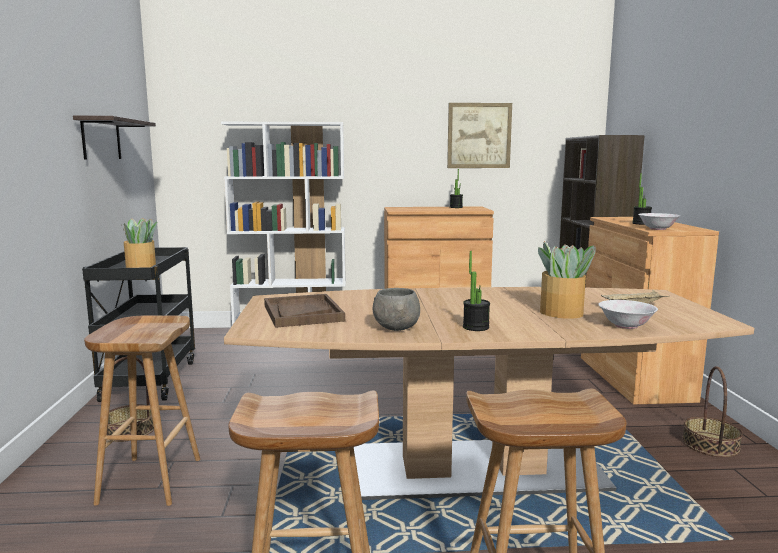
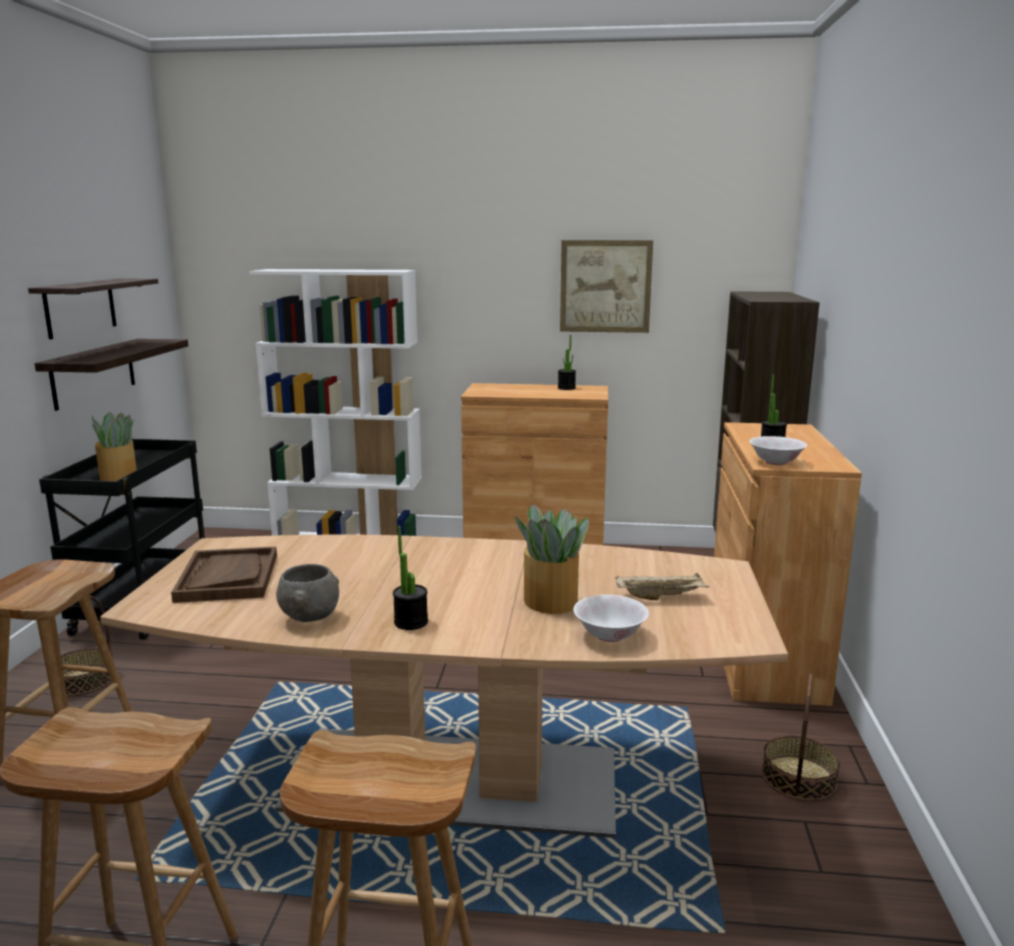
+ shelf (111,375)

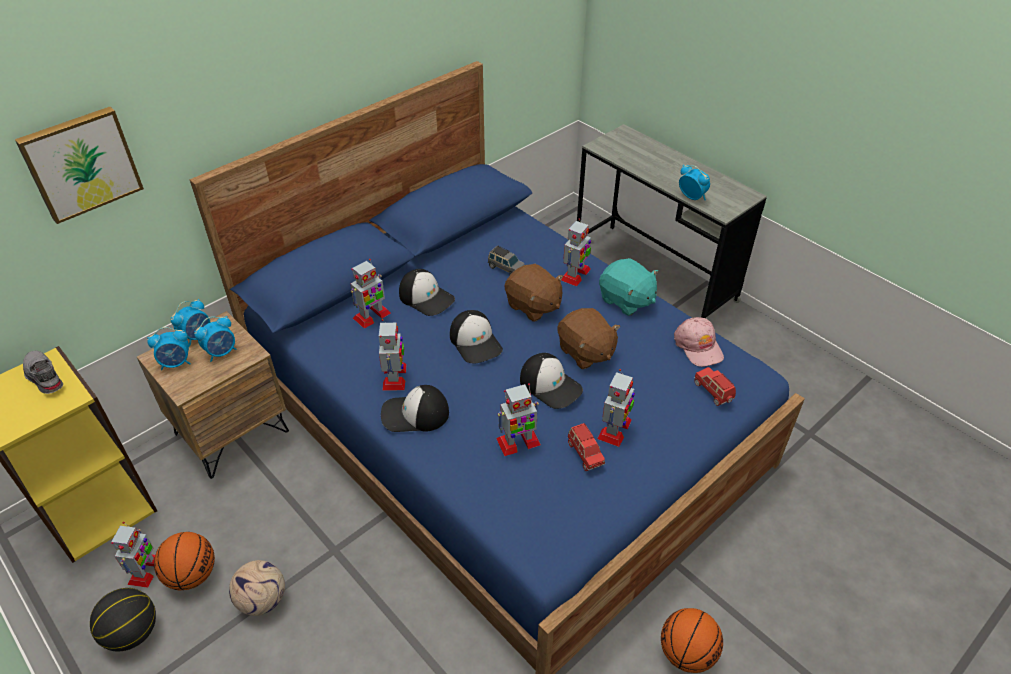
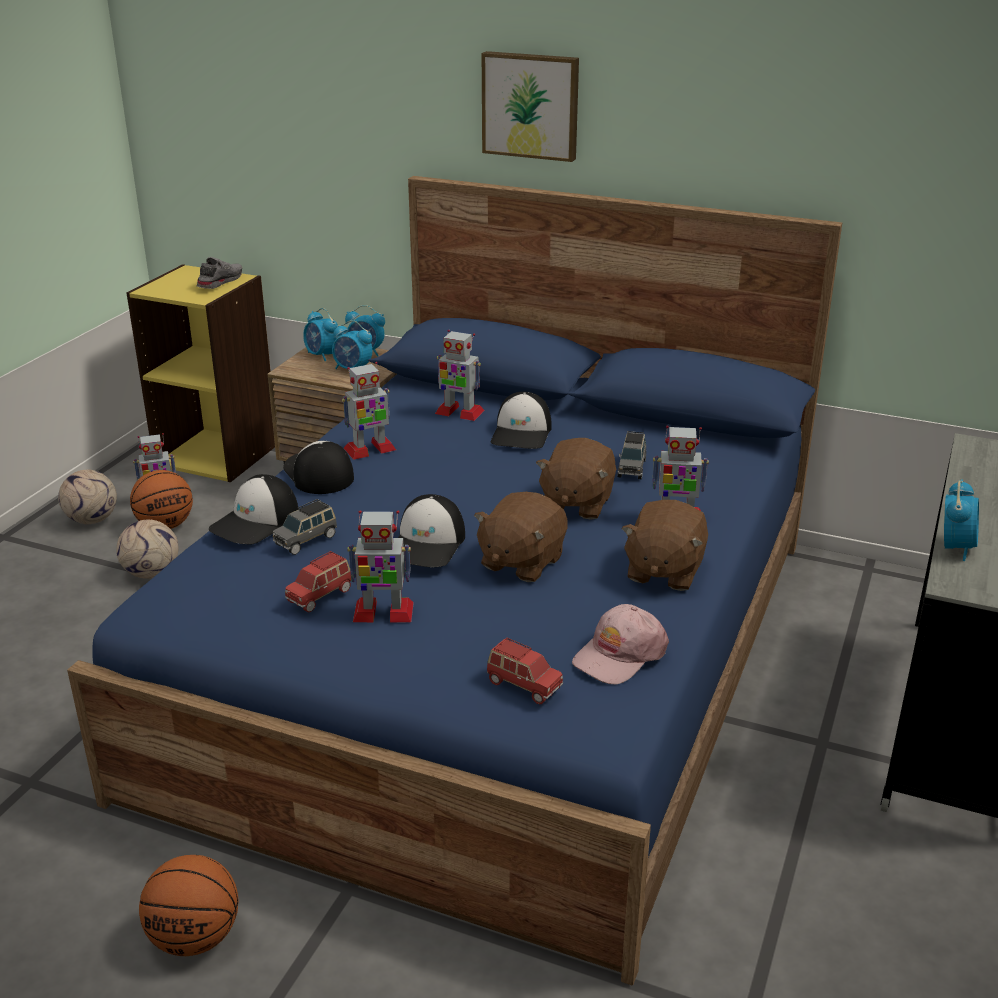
~ picture (79,165) to (530,106)
~ turquoise plush toy (629,287) to brown plush toy (664,545)
~ cap (476,336) to (253,509)
~ red toy car (715,386) = (525,671) 90 degrees clockwise
~ toy robot (518,419) to grey toy car (305,527)
~ basketball (123,619) to football (87,497)

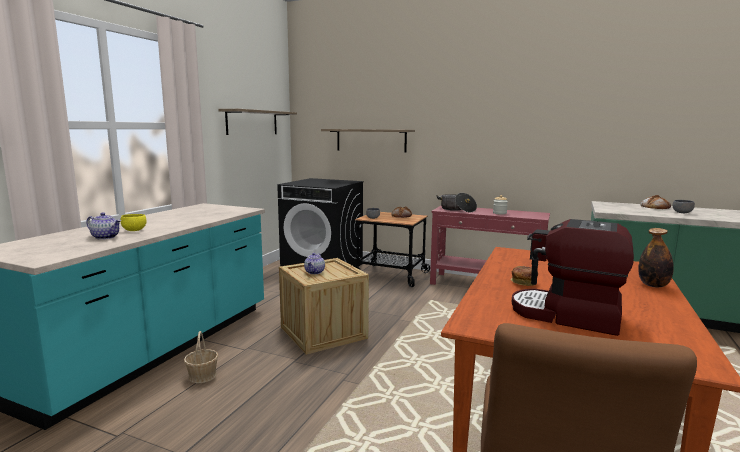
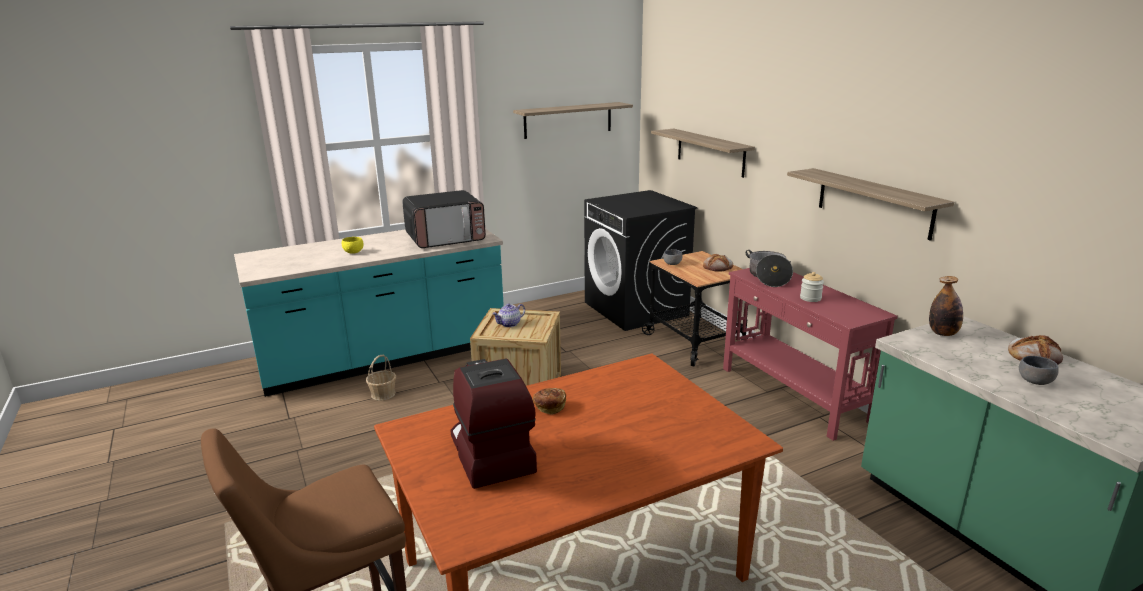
- teapot (103,226)
~ bottle (656,257) to (946,306)
+ shelf (870,204)
+ microwave (444,219)

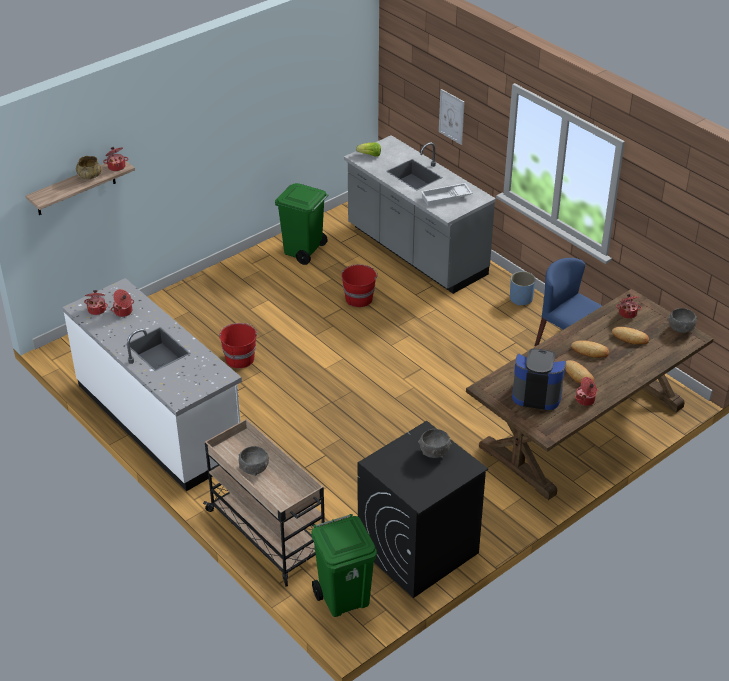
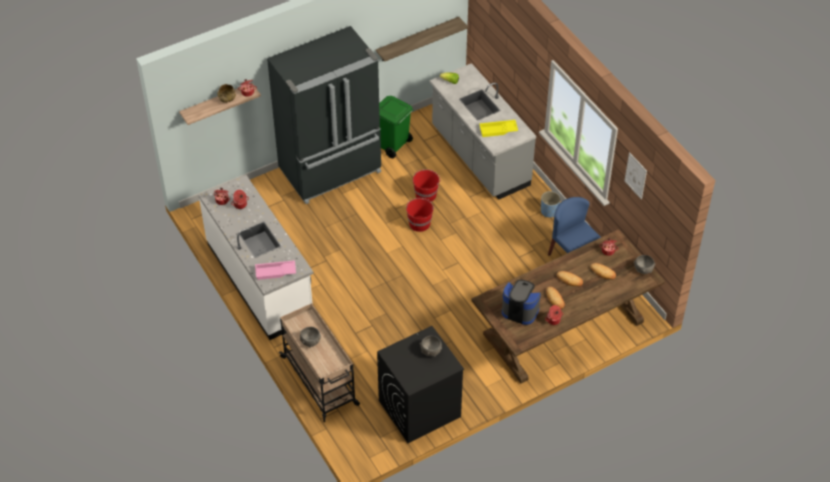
~ picture (451,117) to (635,175)
~ white tray (446,194) to yellow tray (498,128)
~ red bucket (238,345) to (420,215)
- green trash can (344,565)
+ shelf (422,39)
+ black fridge (324,115)
+ pink tray (275,270)

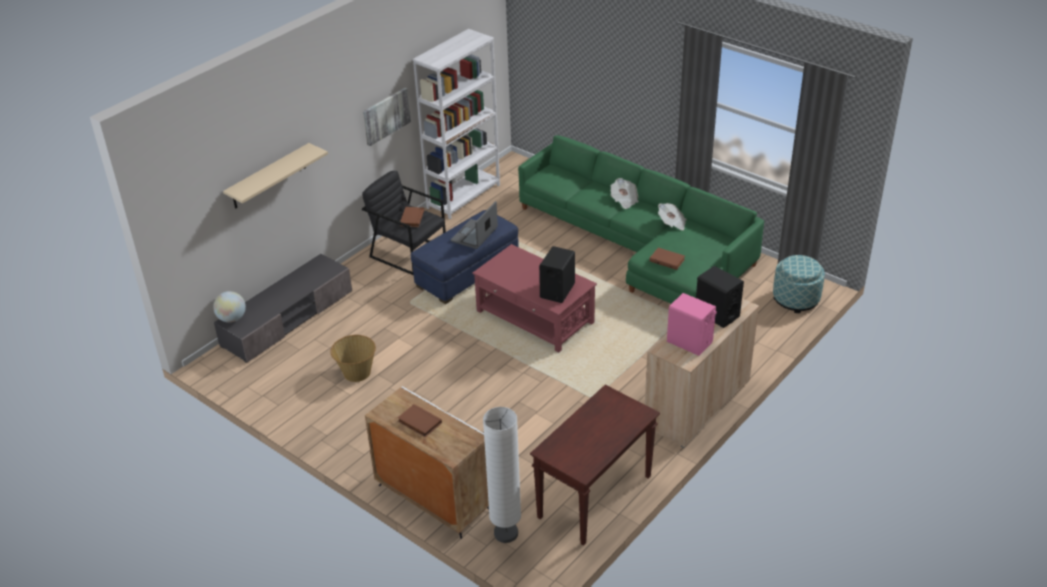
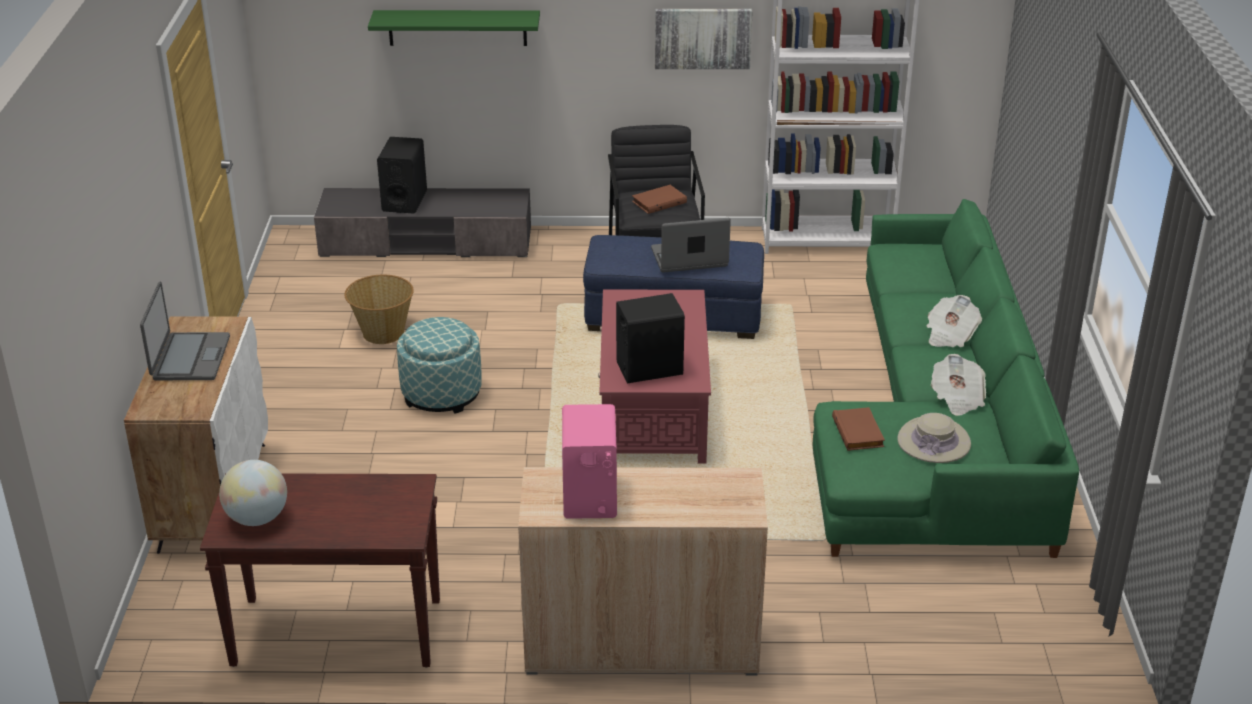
~ beige shelf (275,175) to green shelf (454,28)
~ ottoman (799,284) to (439,365)
~ black speaker (720,297) to (402,175)
~ globe (229,307) to (253,493)
~ brown book (420,420) to laptop (185,330)
- white floor lamp (502,475)
+ beige hat (934,438)

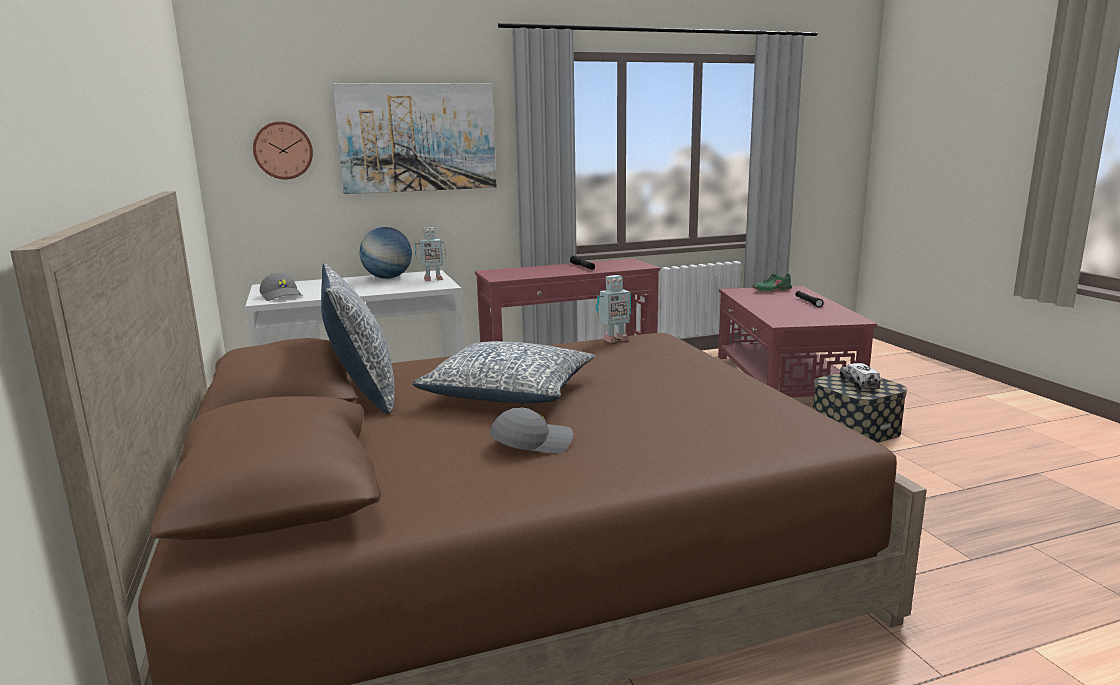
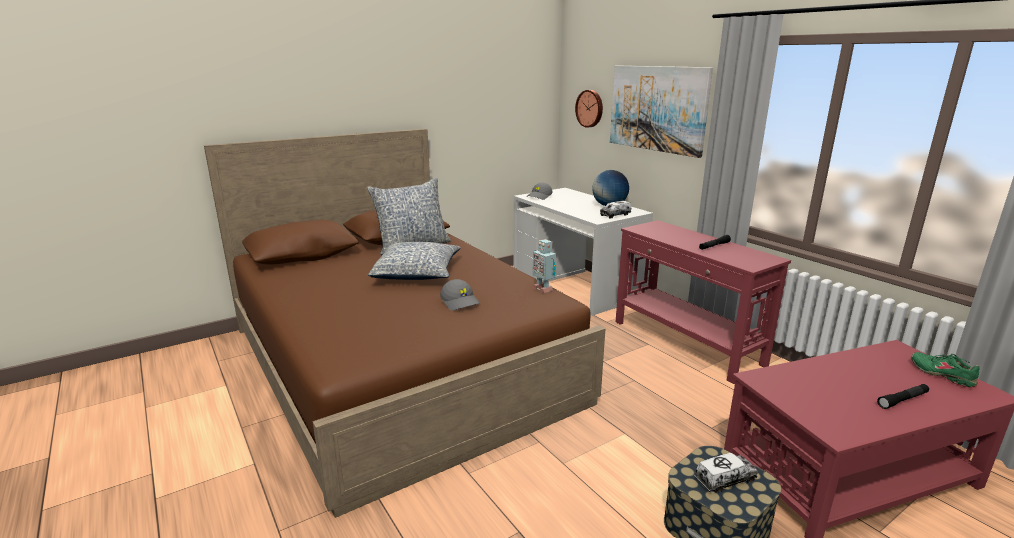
~ toy robot (430,254) to toy truck (615,210)
~ grey cap (531,430) to (460,295)

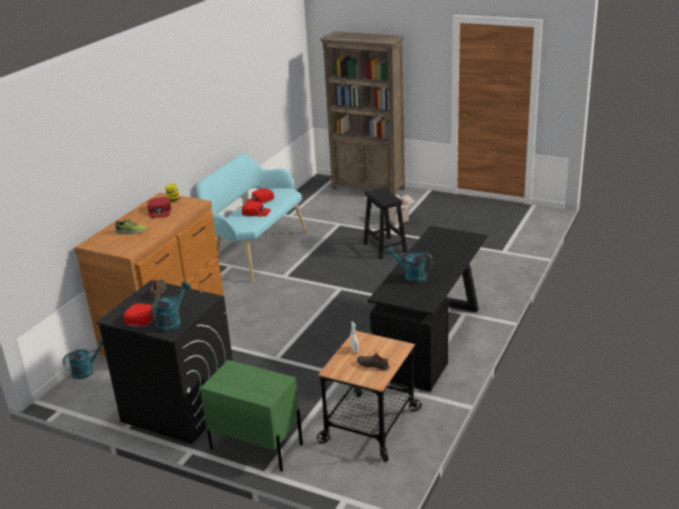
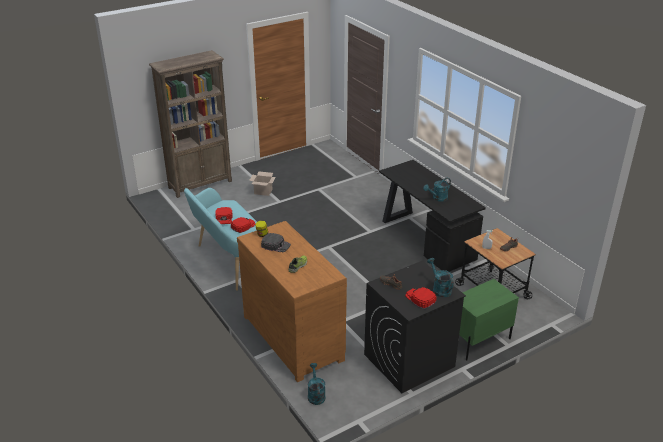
- black stool (385,223)
~ red cap (159,208) to black cap (276,243)

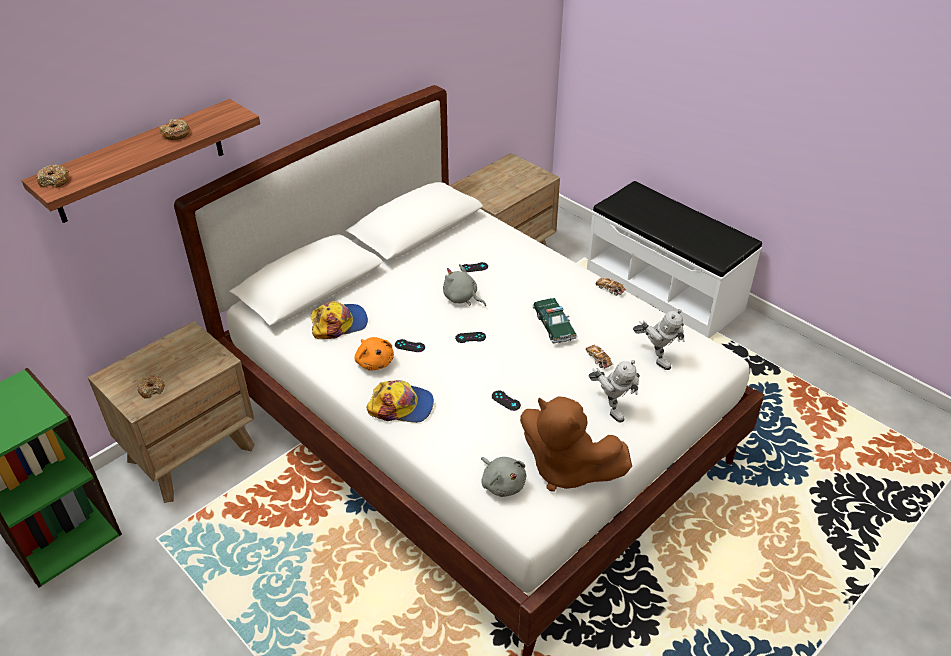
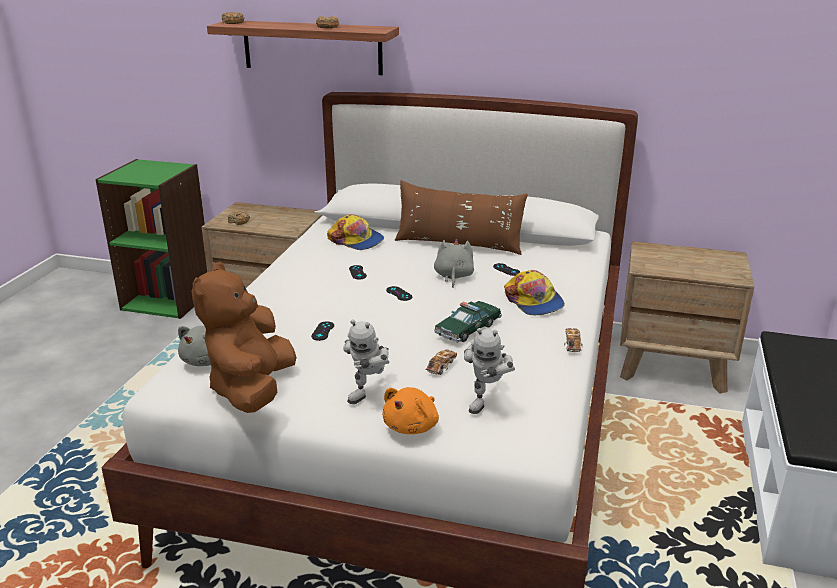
~ orange plush toy (374,354) to (410,410)
~ cap (400,401) to (534,292)
+ brown pillow (461,217)

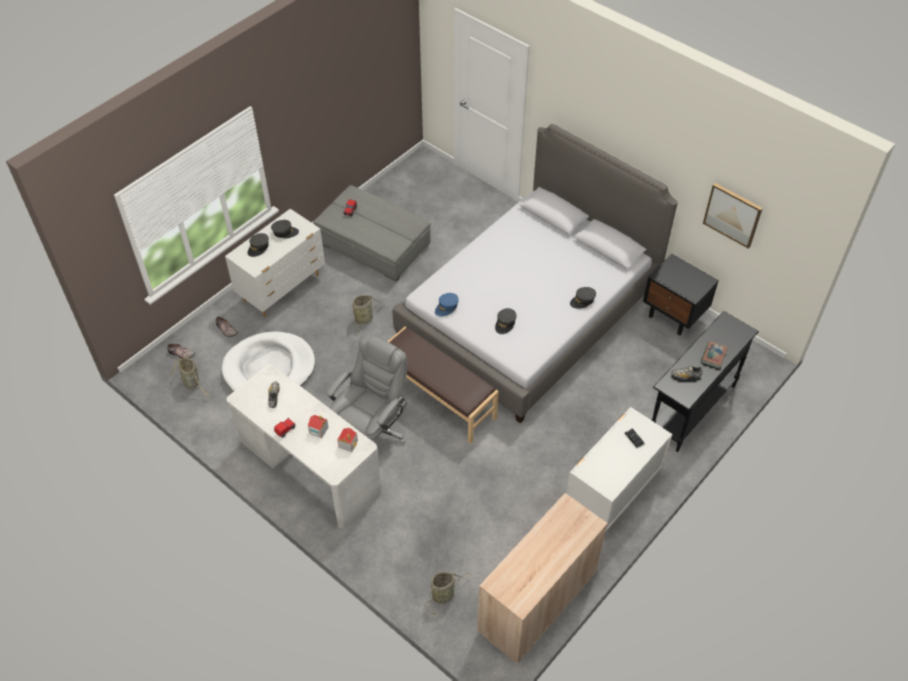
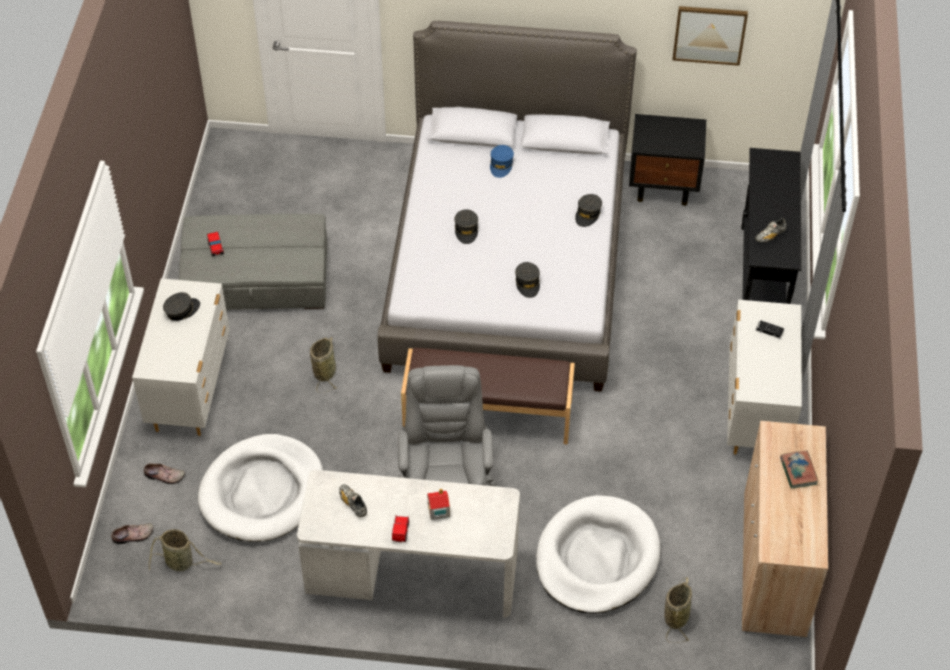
~ grey cap (258,245) to (466,226)
~ blue cap (447,305) to (502,161)
~ book (714,355) to (799,469)
- toy house (348,440)
+ white dog bed (598,554)

